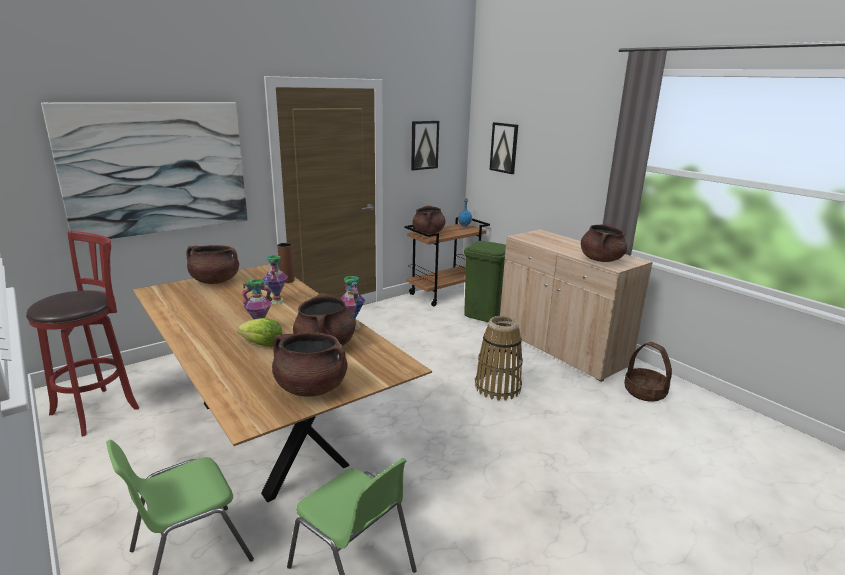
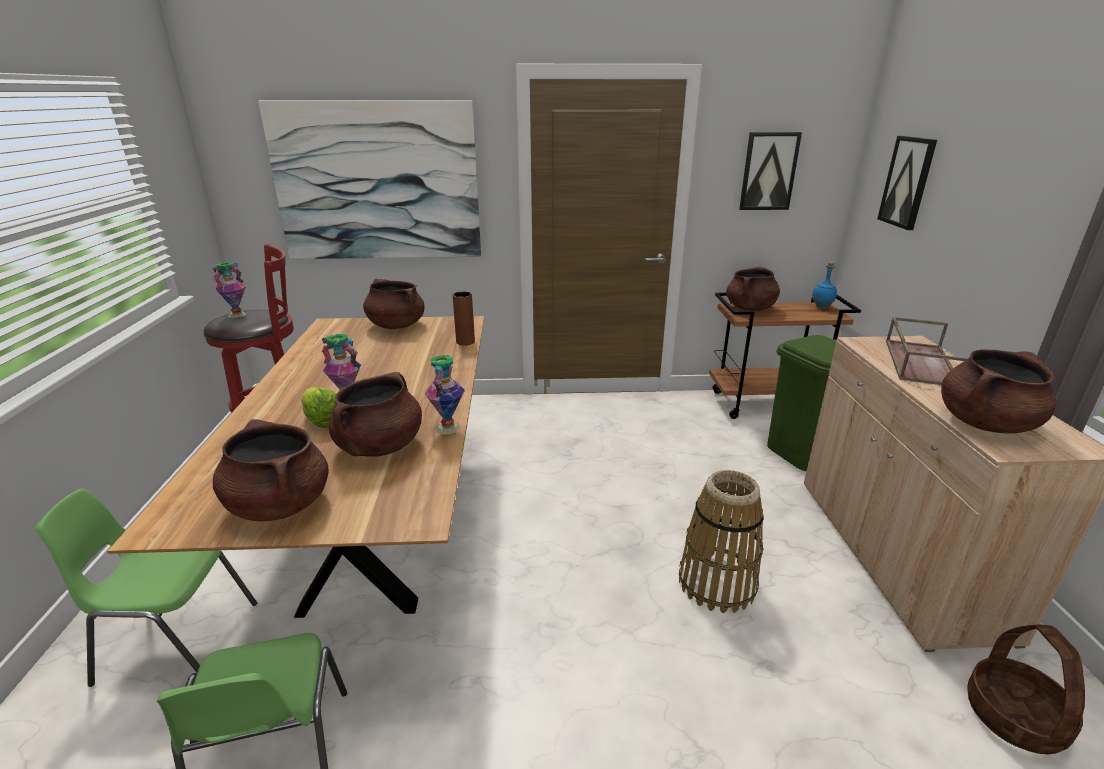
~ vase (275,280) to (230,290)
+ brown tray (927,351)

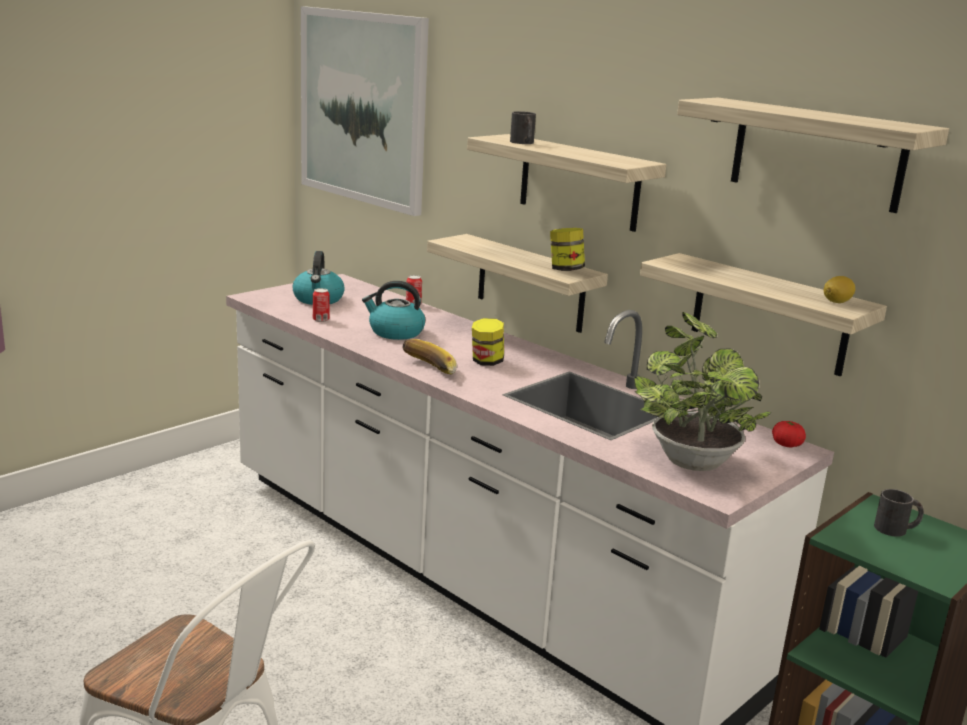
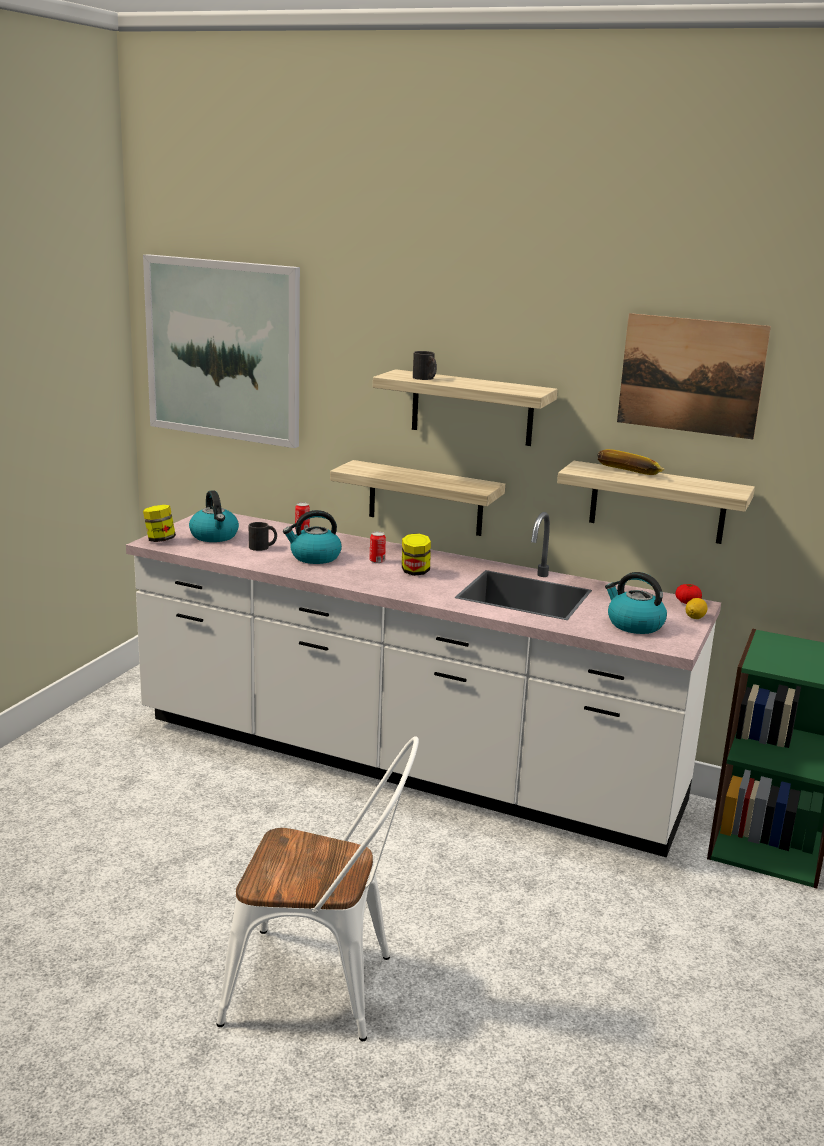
~ shelf (813,155) to picture (694,376)
~ jar (567,249) to (159,523)
~ lemon (839,289) to (697,608)
~ can (321,305) to (377,547)
~ potted plant (702,391) to kettle (636,603)
~ banana (429,357) to (631,462)
~ black mug (899,513) to (263,536)

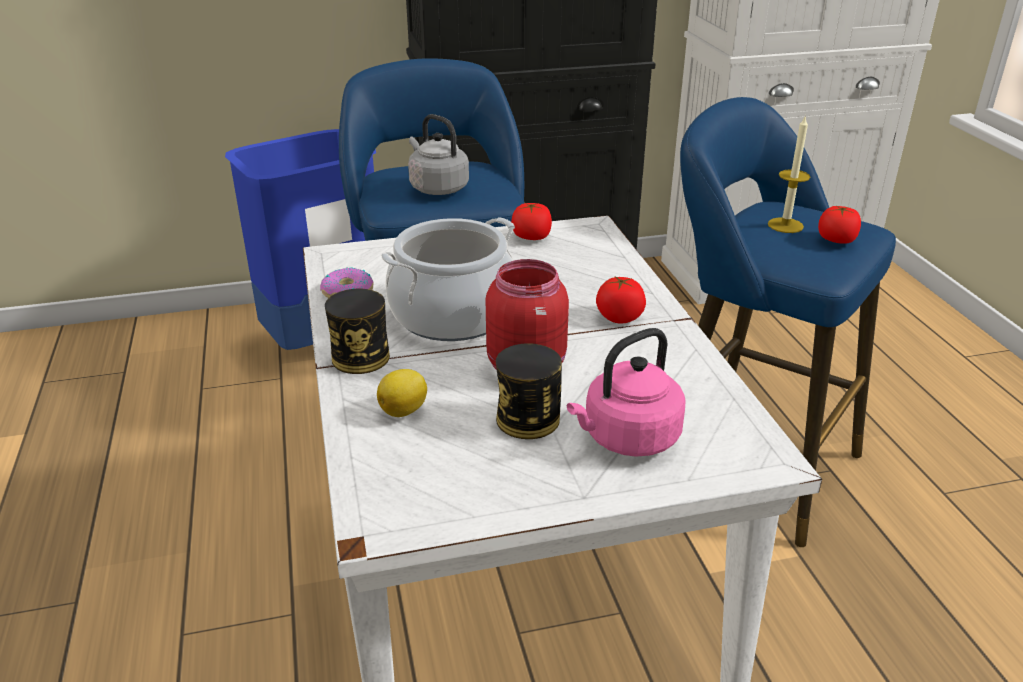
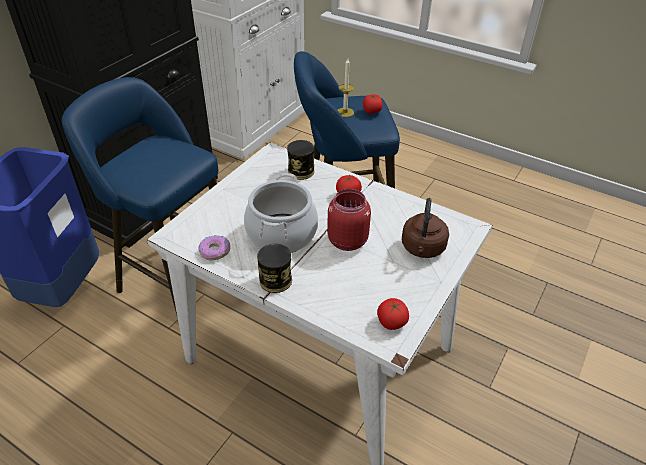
- grey kettle (438,154)
~ tomato (531,221) to (393,314)
~ pink kettle (626,392) to brown kettle (425,228)
~ can (529,391) to (300,160)
- lemon (402,393)

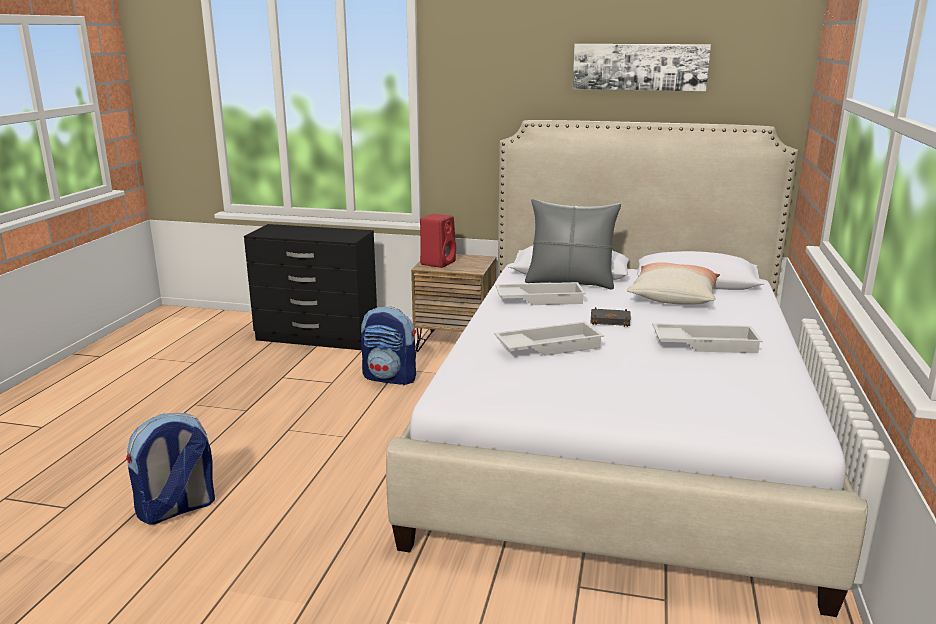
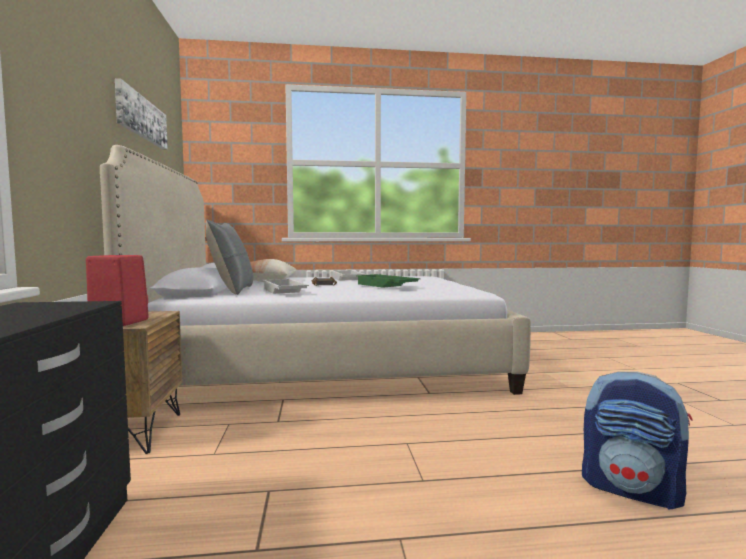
- backpack (388,346)
~ white tray (549,338) to green tray (388,281)

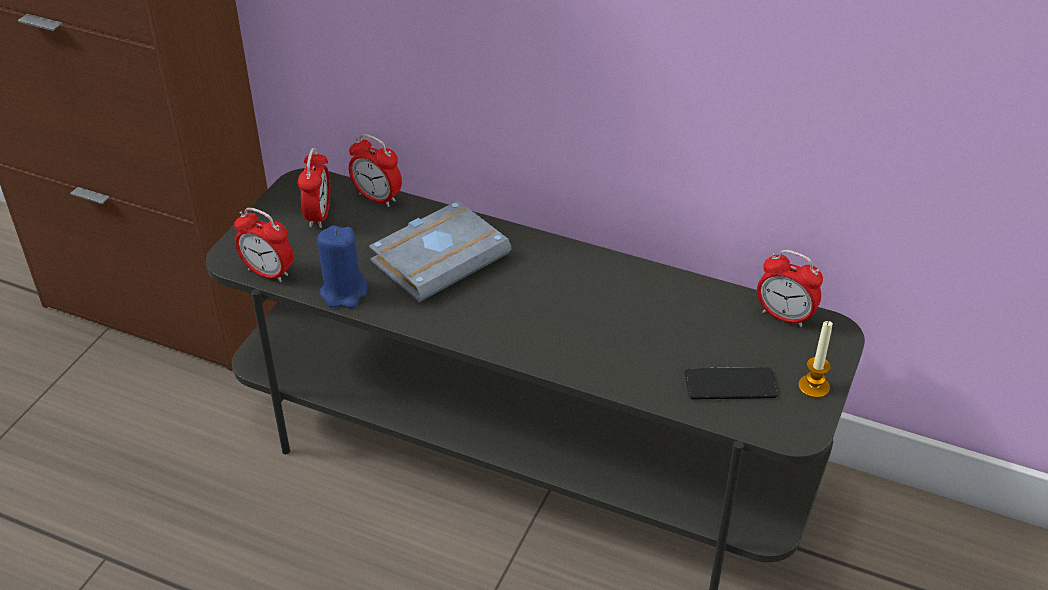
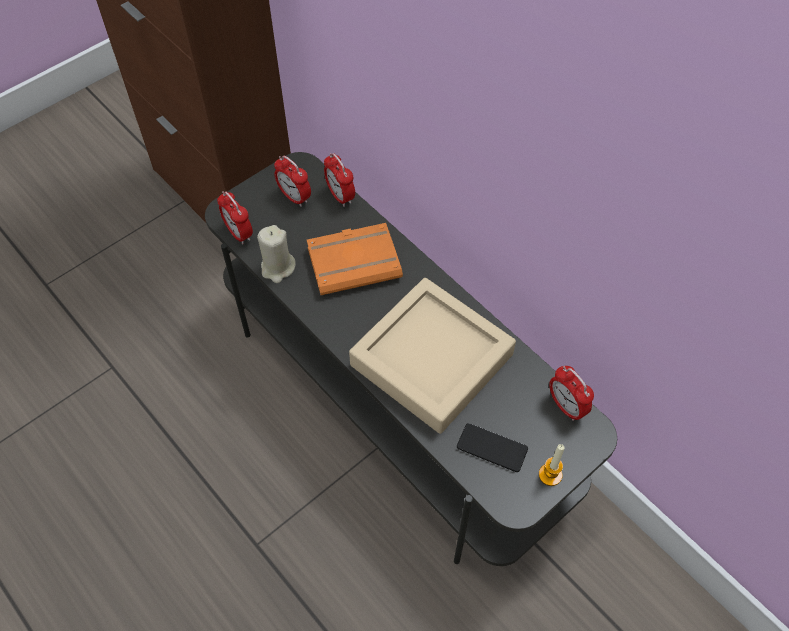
~ alarm clock (314,188) = (292,181) 105 degrees clockwise
~ grey book (440,251) to orange book (355,259)
~ blue candle (342,266) to beige candle (276,254)
+ beige tray (432,356)

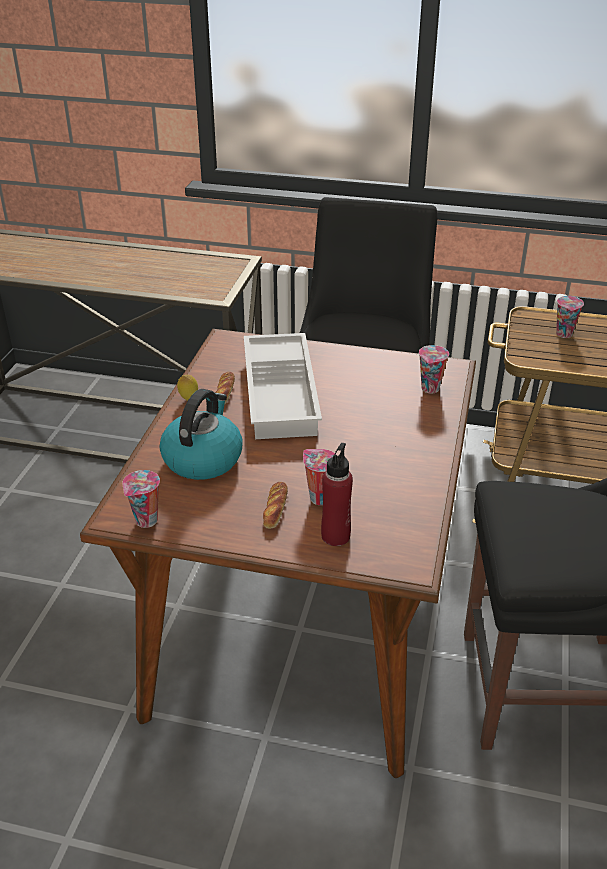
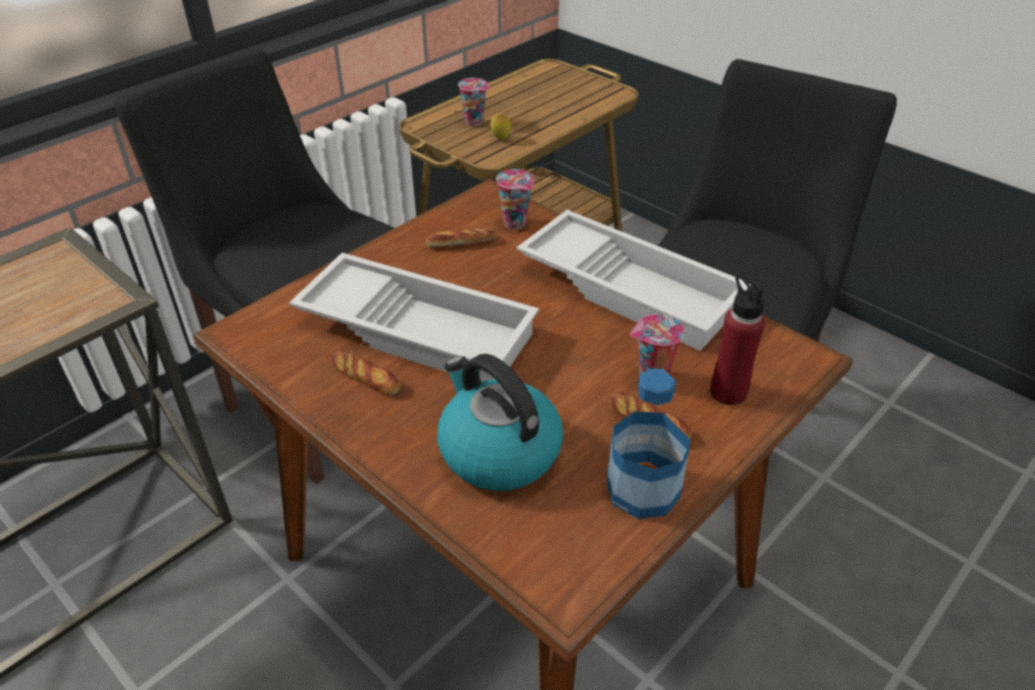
~ lemon (187,388) to (500,127)
- cup (141,499)
+ white tray (634,280)
+ bread (461,237)
+ bottle (648,443)

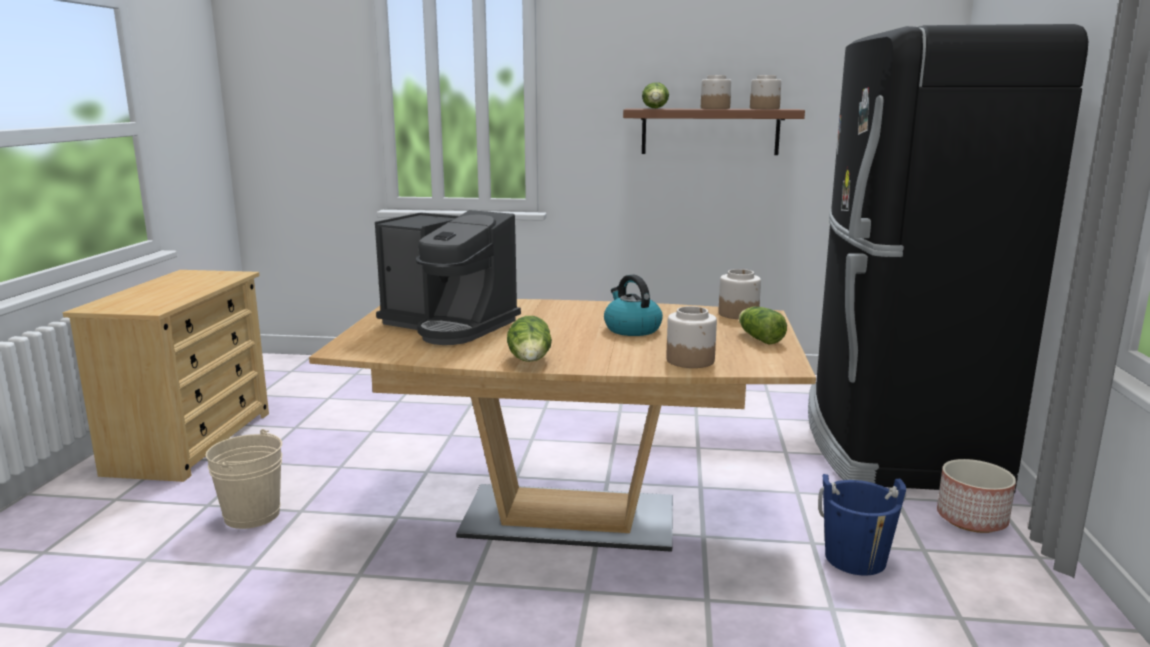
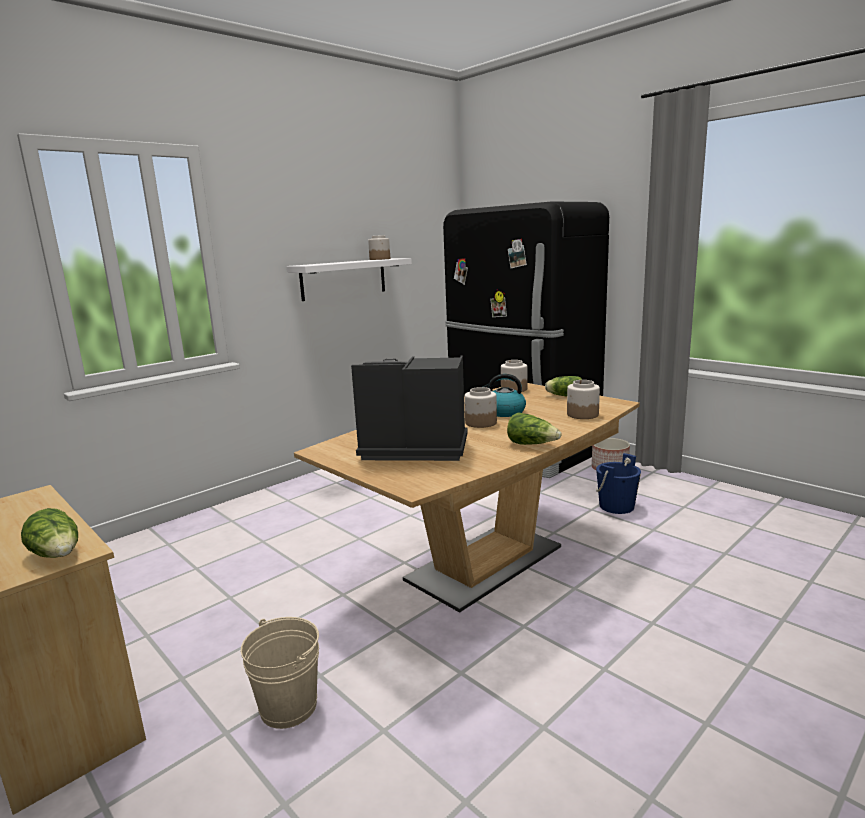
~ jar (716,92) to (480,407)
~ lettuce (655,95) to (49,533)
~ brown shelf (714,131) to white shelf (349,279)
~ coffee machine (448,277) = (409,408) 150 degrees counterclockwise

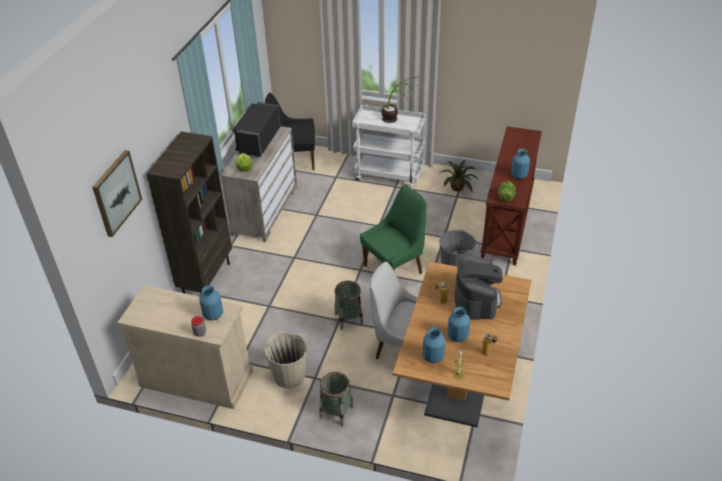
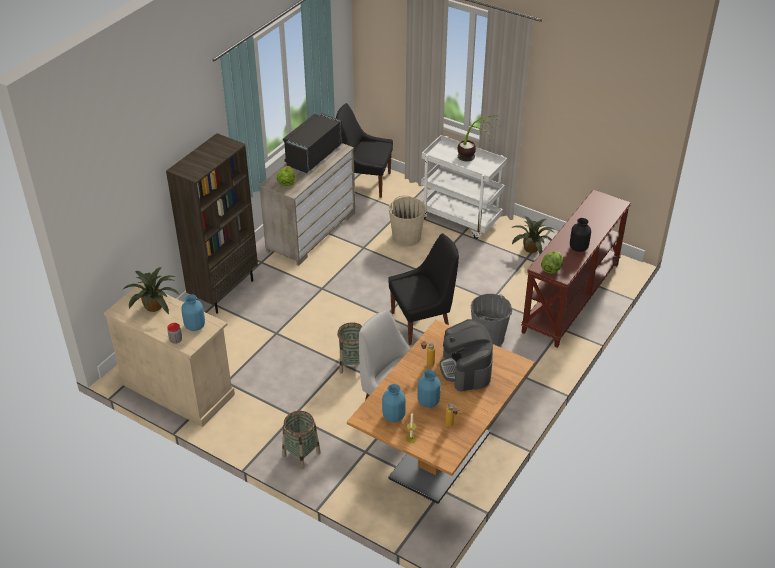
~ blue vase (520,164) to black vase (580,235)
- picture (117,193)
~ green chair (393,230) to black chair (424,289)
~ coffee machine (479,287) = (466,355) 150 degrees clockwise
~ beige bucket (286,360) to (407,220)
+ potted plant (150,290)

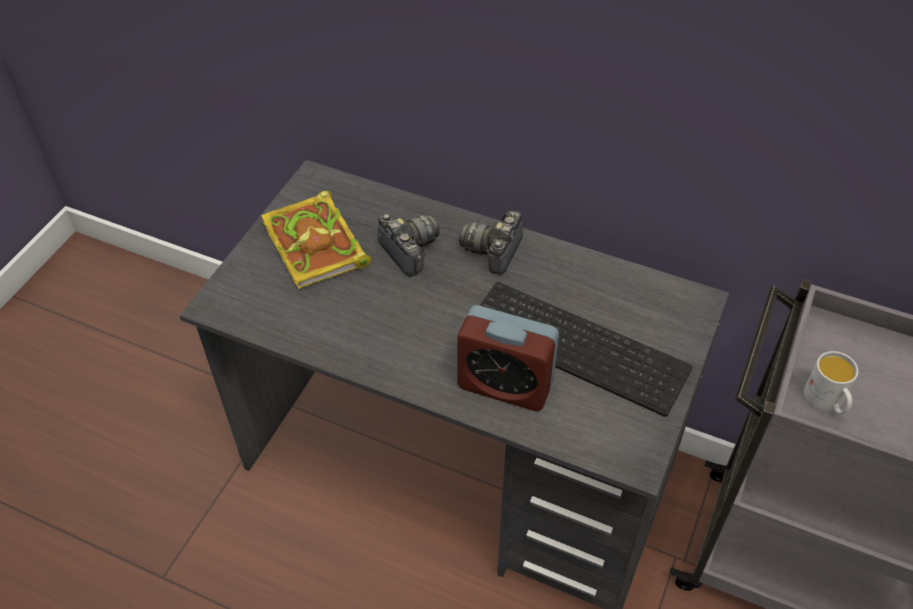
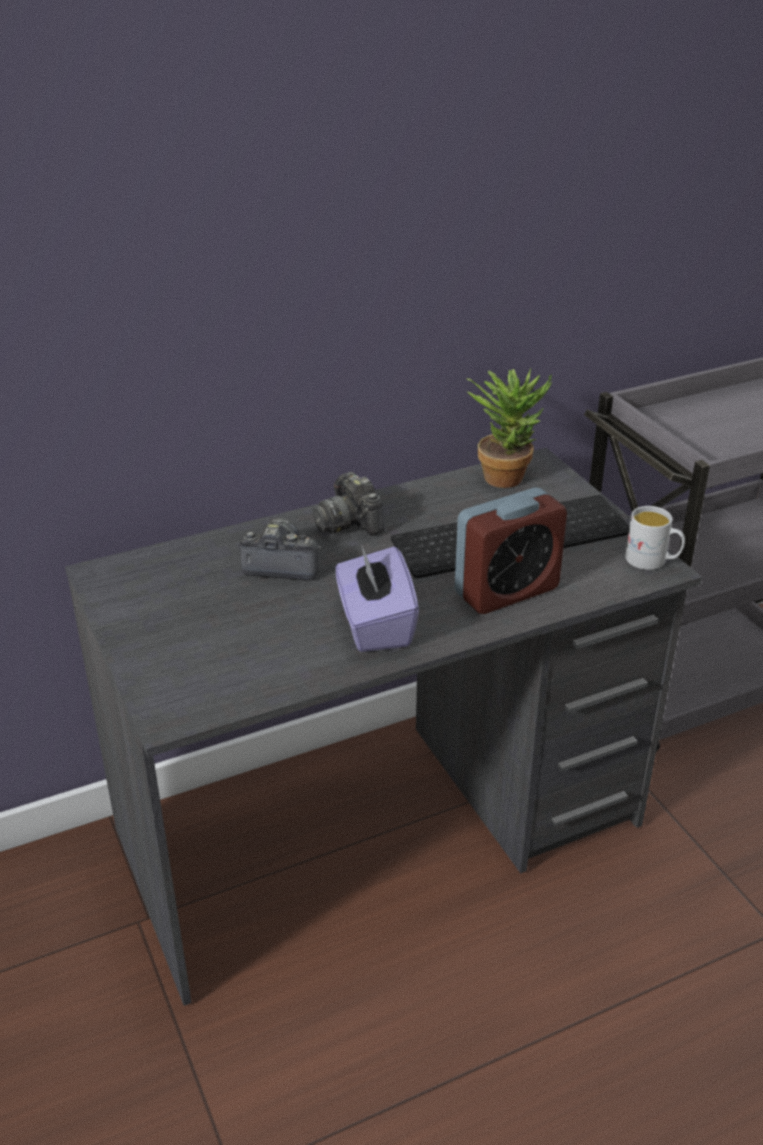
- book (316,240)
~ white mug (831,382) to (655,538)
+ potted plant (509,428)
+ purple tissue box (377,599)

